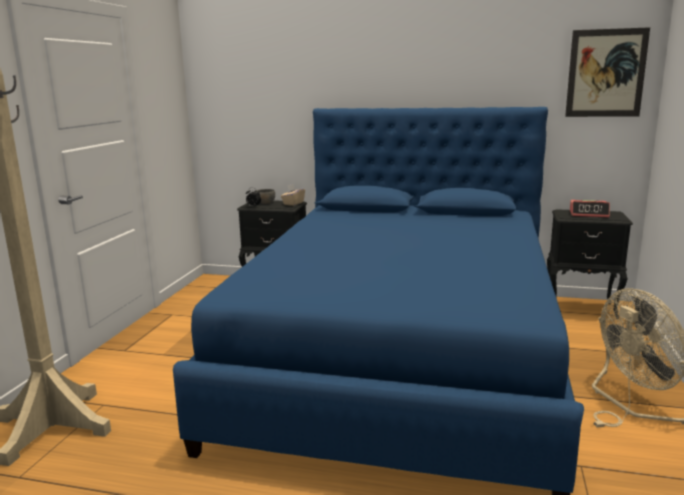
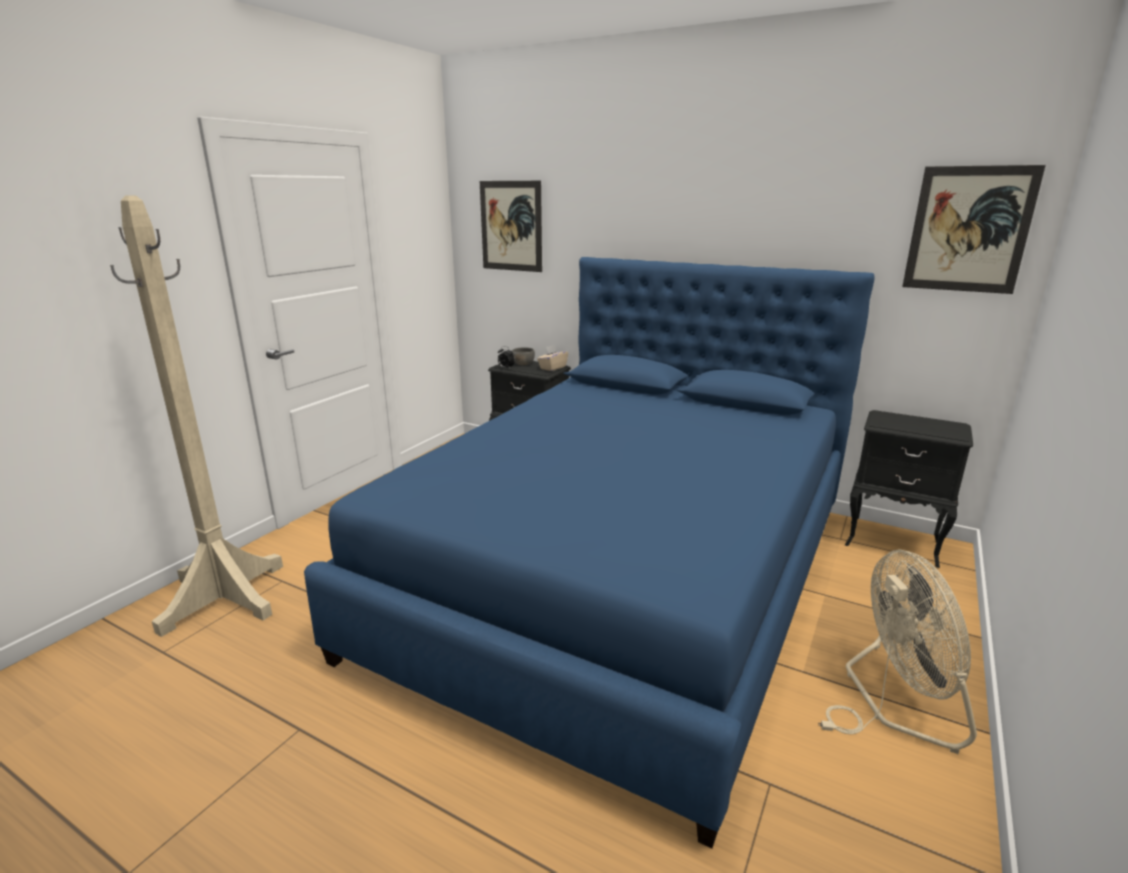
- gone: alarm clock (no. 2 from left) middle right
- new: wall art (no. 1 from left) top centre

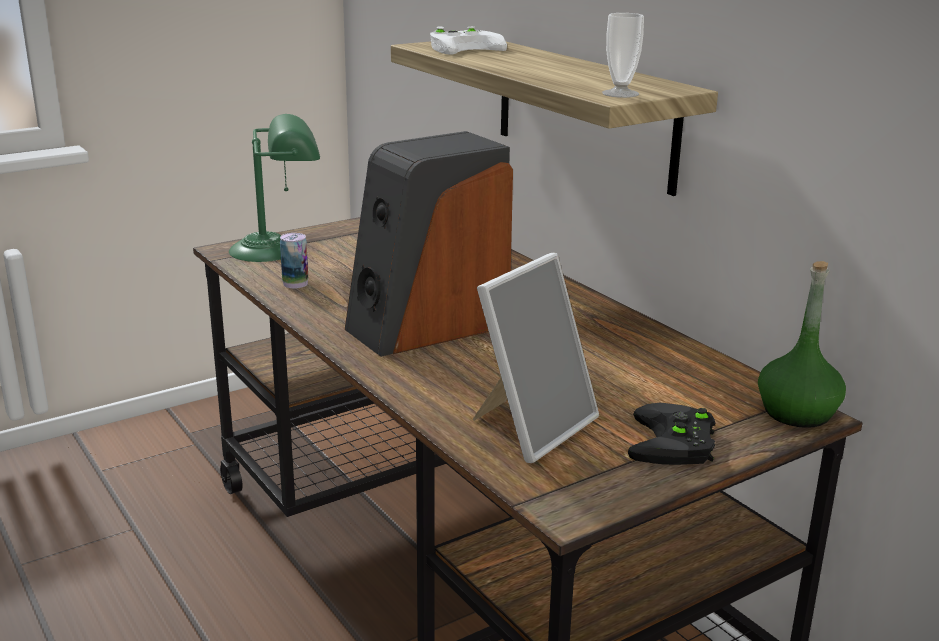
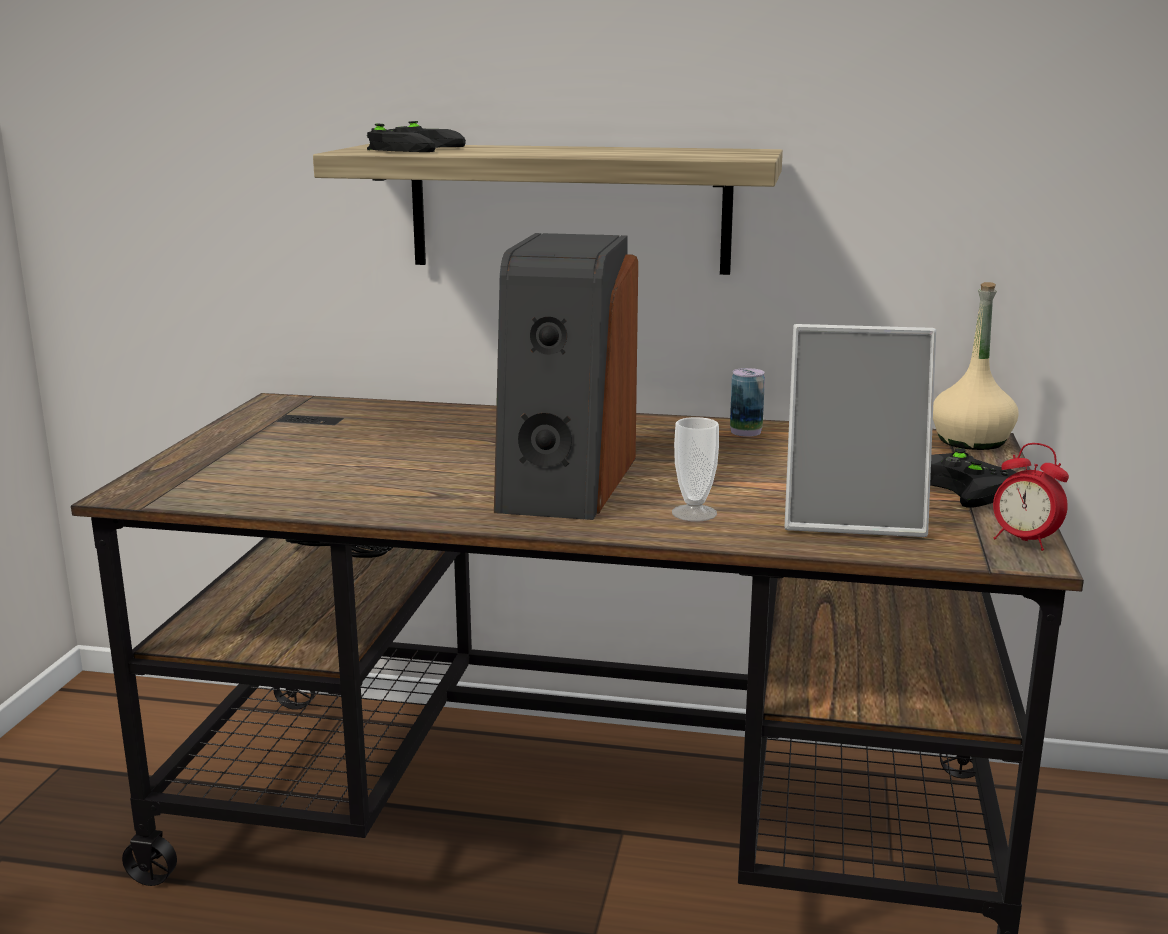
- gone: lamp for a table/green-coloured top left
- shifted: sealed can middle left to centre
- repainted: game controller/whitish top centre to game controller/black (no. 1 from left) top centre
- rotated: photo frame centre = middle right 105 degrees clockwise
- shifted: cup top centre to centre
- repainted: bottle/green-coloured middle right to bottle/beige-coloured middle right
- new: alarm clock middle right

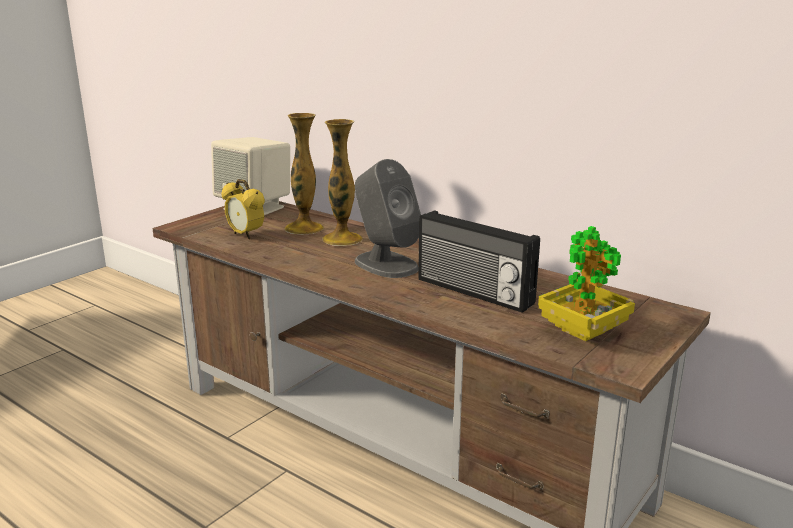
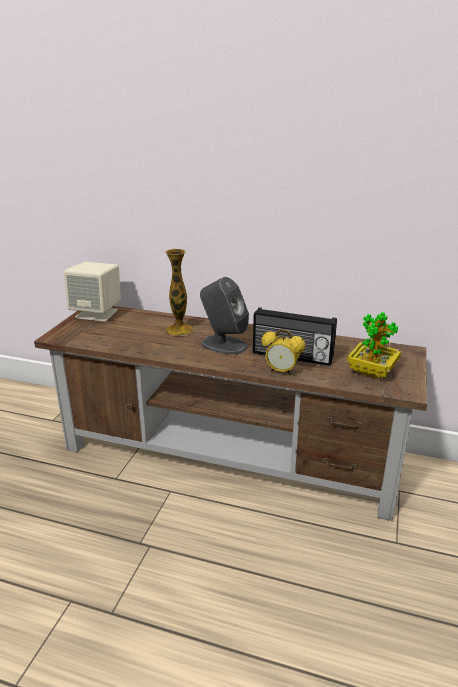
- shifted: alarm clock middle left to centre
- gone: flower vase (no. 1 from left) top centre

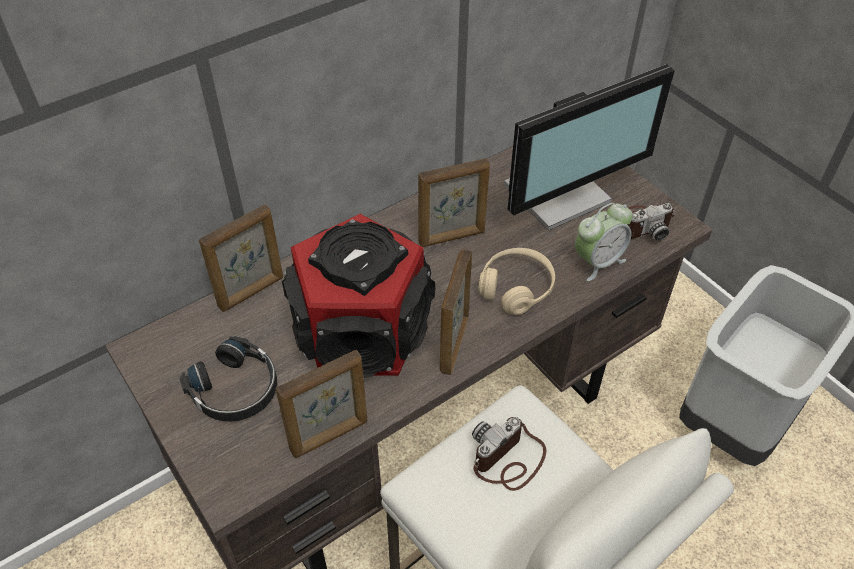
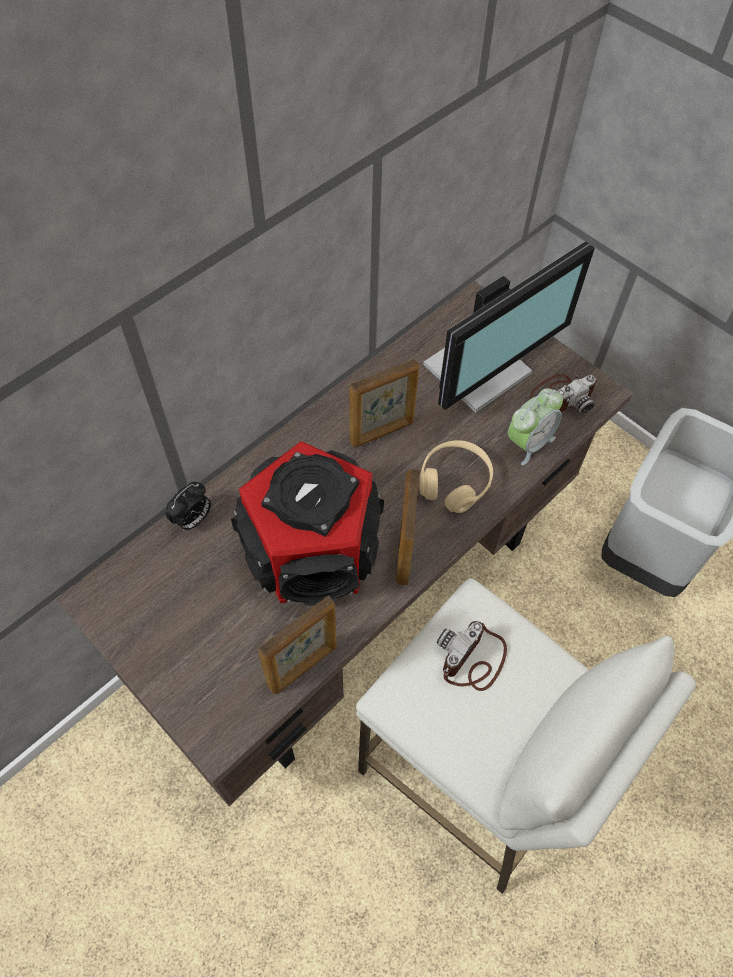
- gone: pair of headphones/black middle left
- swapped: photo frame (no. 1 from left) middle left to alarm clock (no. 1 from left) middle left

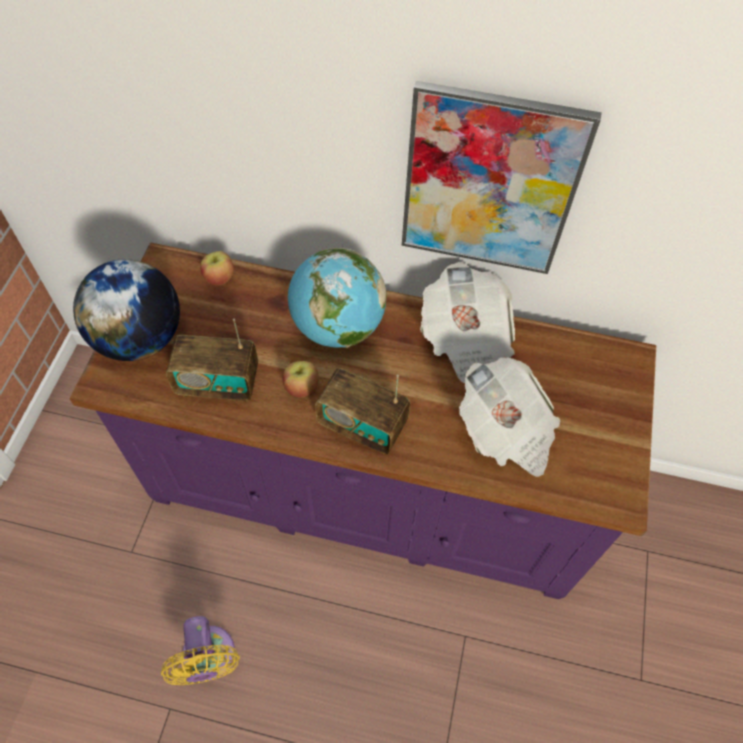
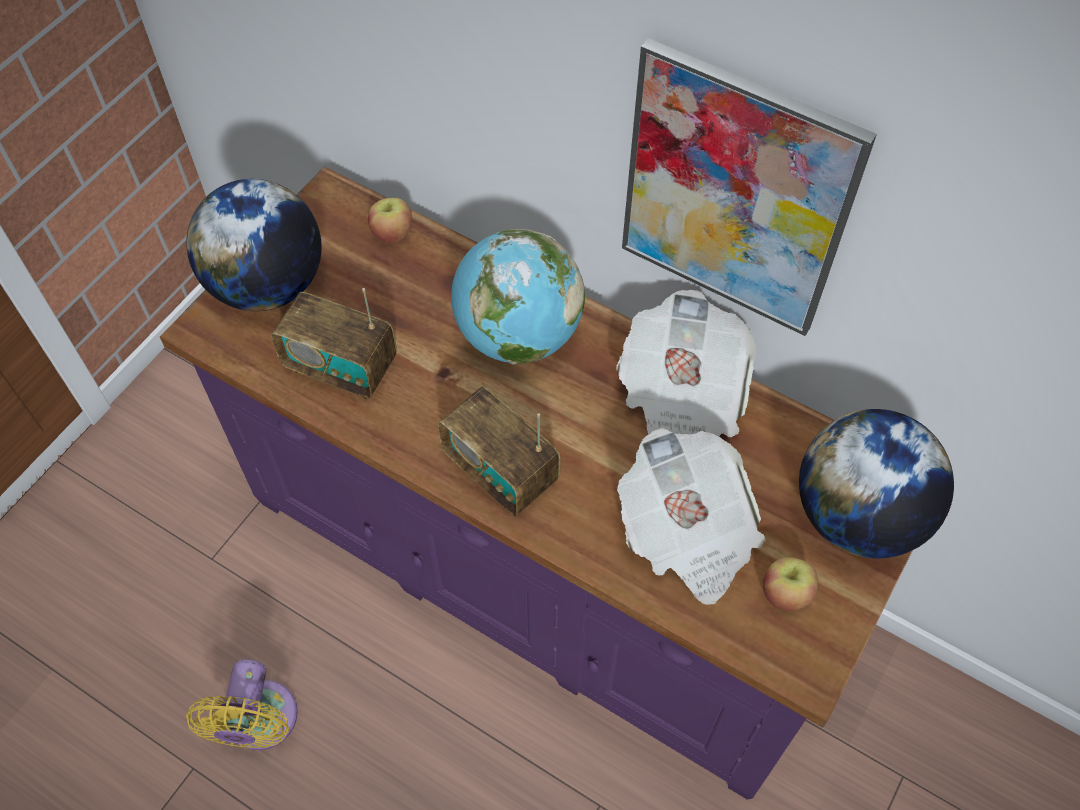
- shifted: apple (no. 2 from left) centre to bottom right
- new: globe (no. 3 from left) middle right

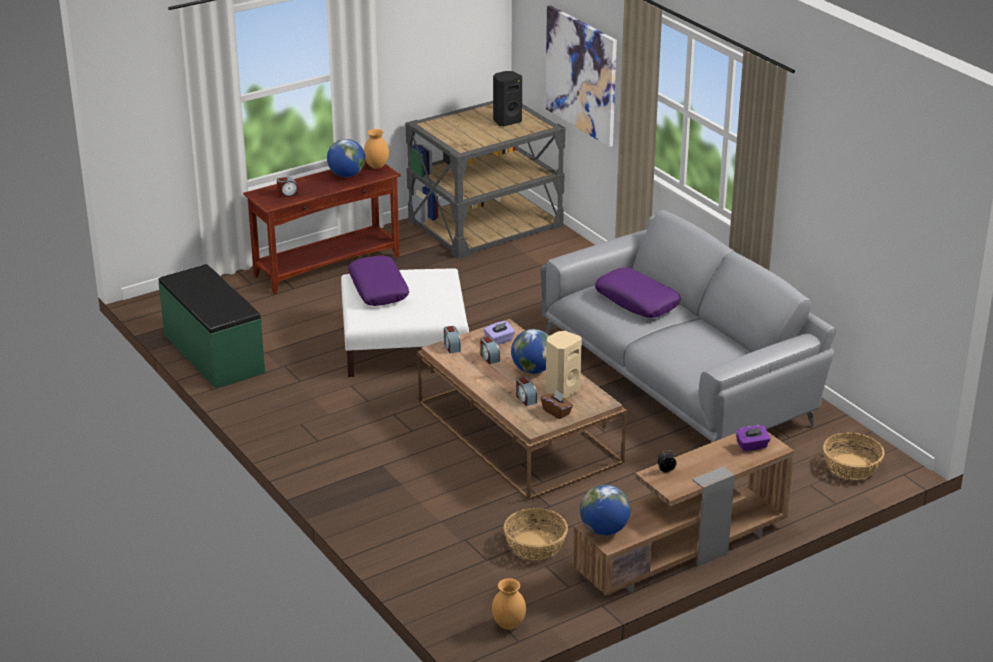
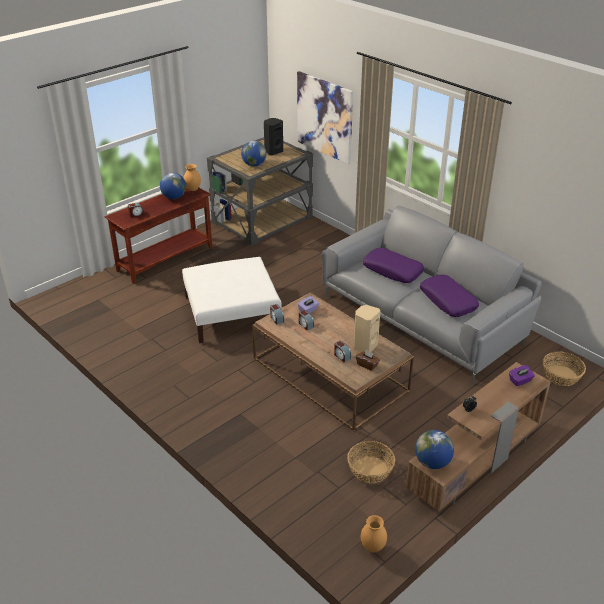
- gone: indoor bench/green-coloured middle left
- shifted: cushion/purple-coloured (no. 1 from left in the first image) centre to cushion/purple-coloured (no. 2 from left) middle right
- shifted: globe (no. 2 from left) centre to top centre

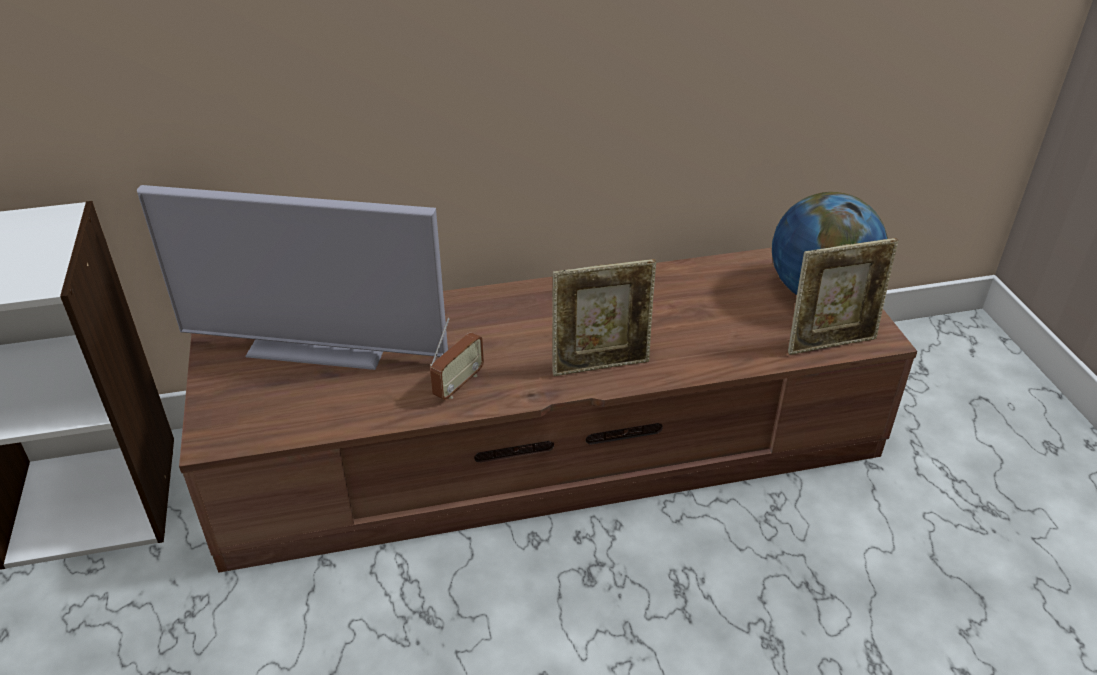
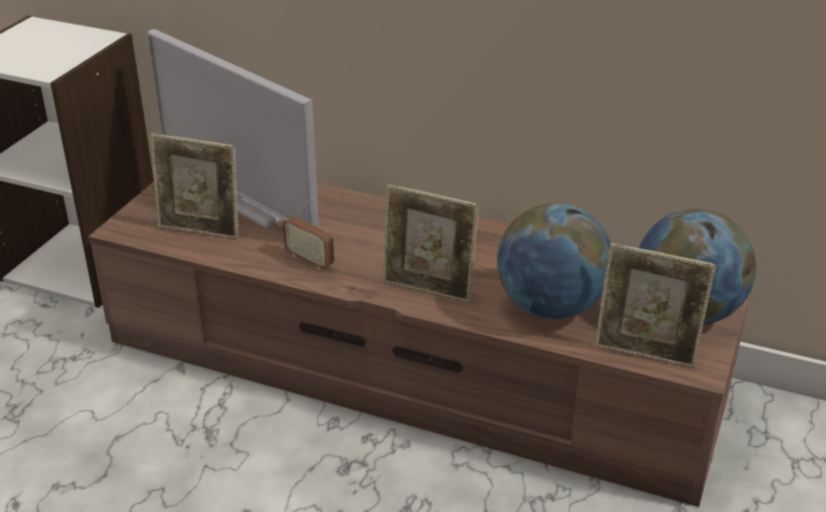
- rotated: radio centre = centre 60 degrees clockwise
- new: photo frame (no. 1 from left) middle left
- new: globe (no. 1 from left) middle right

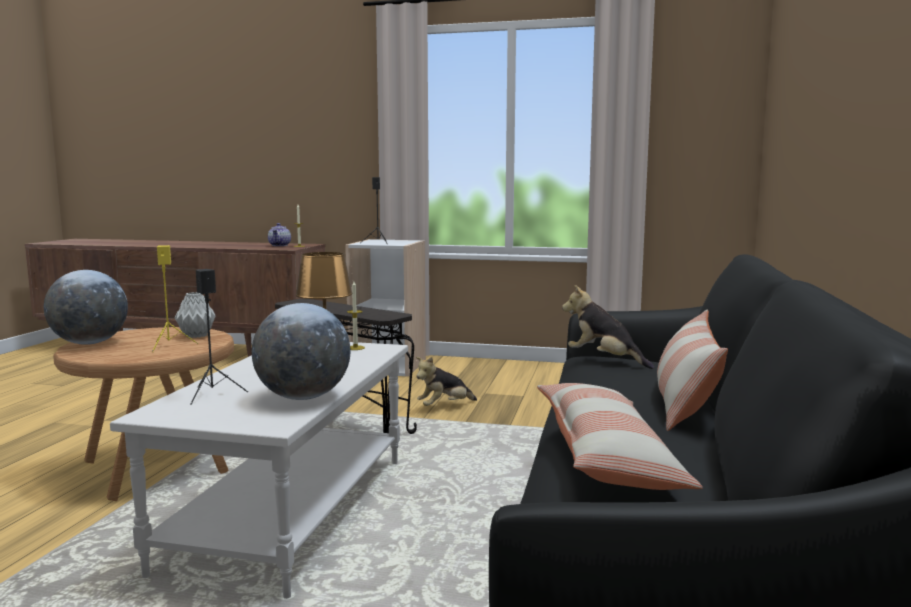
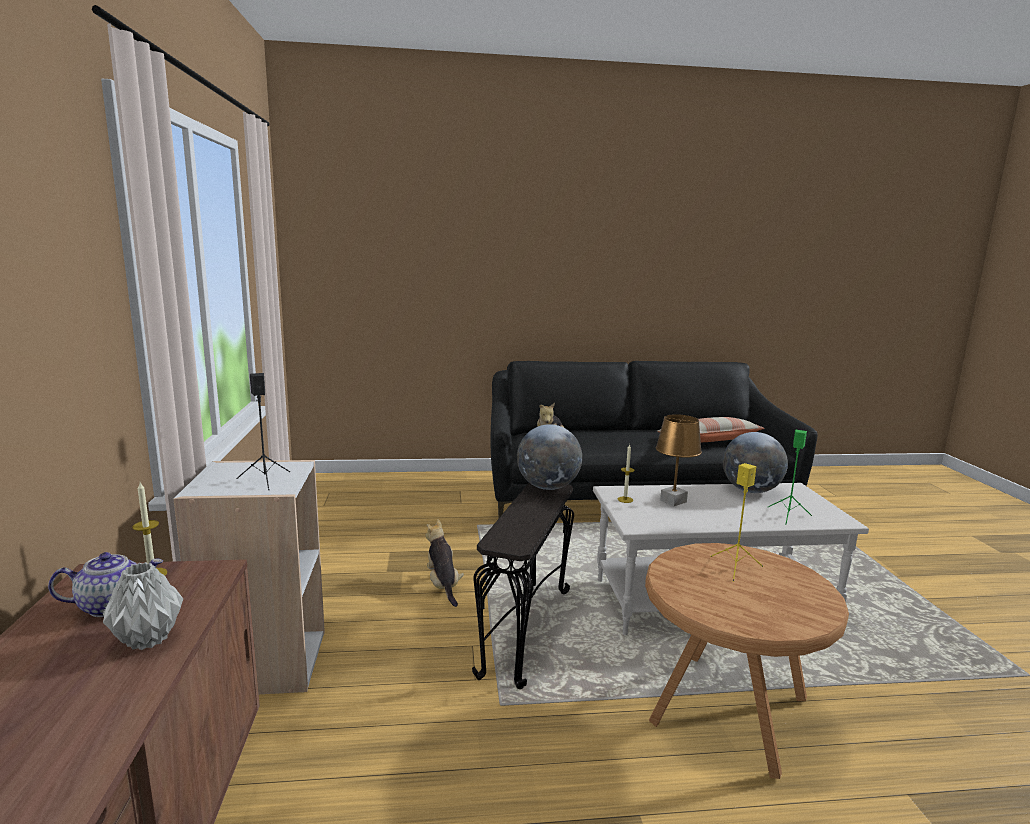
- shifted: globe (no. 1 from left) middle left to centre
- shifted: flower vase/greyish middle left to bottom left
- repainted: speaker/black (no. 1 from left) middle left to speaker/green-coloured middle right
- rotated: cuddly toy (no. 1 from left) centre = bottom centre 150 degrees counterclockwise
- gone: cushion (no. 2 from left) middle right

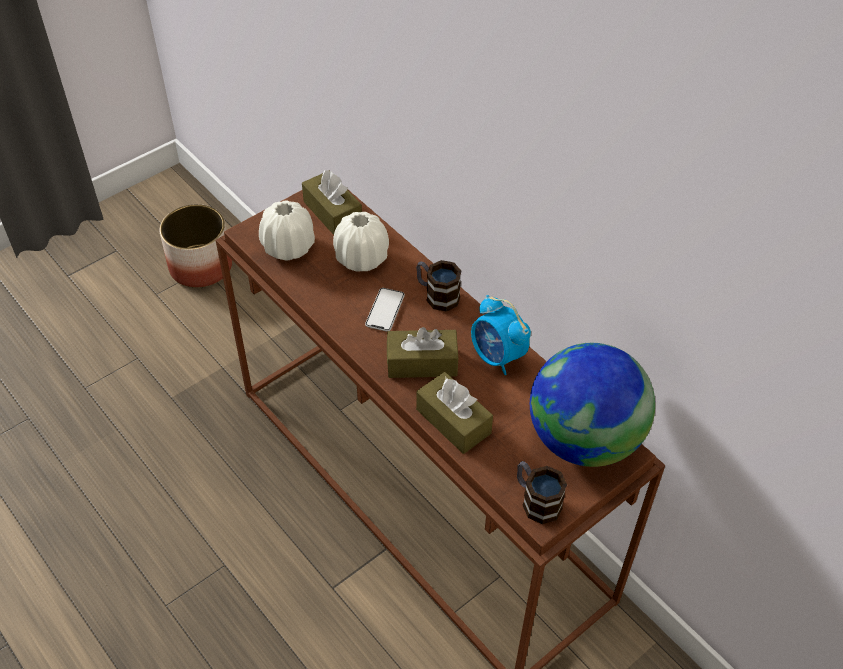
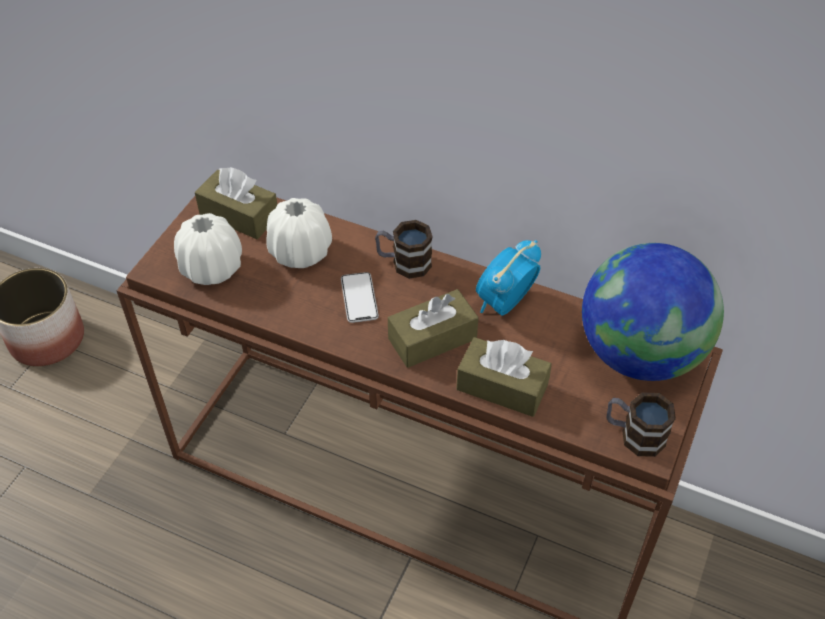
- rotated: alarm clock centre = centre 105 degrees clockwise

